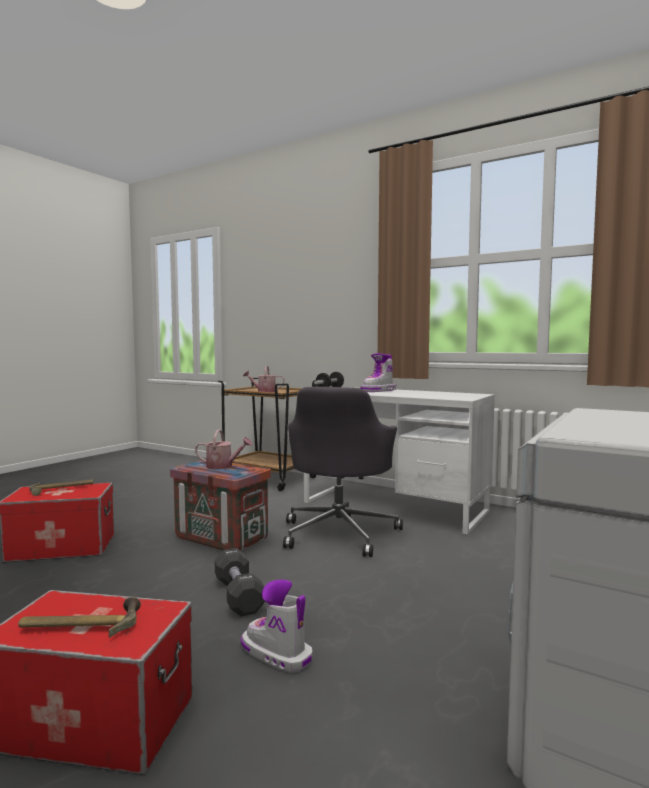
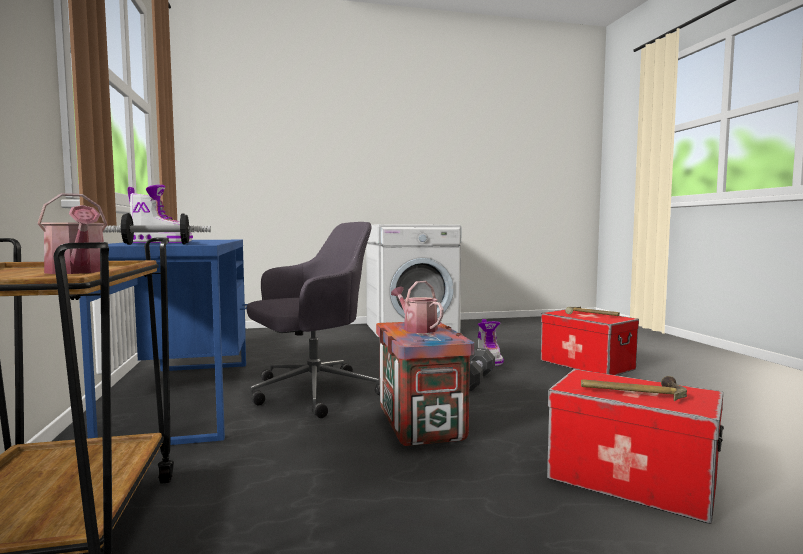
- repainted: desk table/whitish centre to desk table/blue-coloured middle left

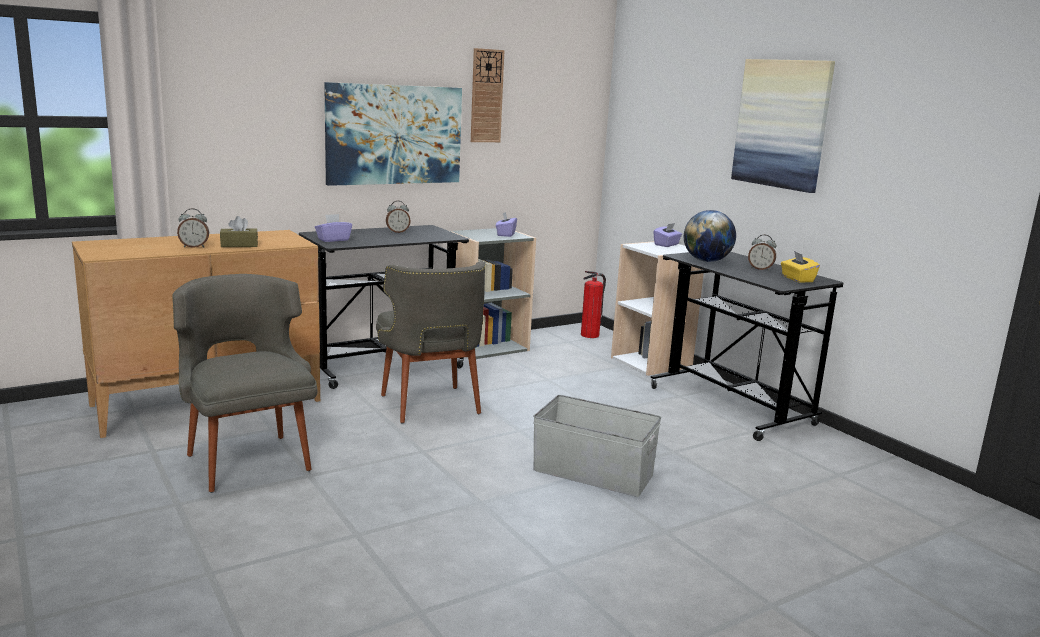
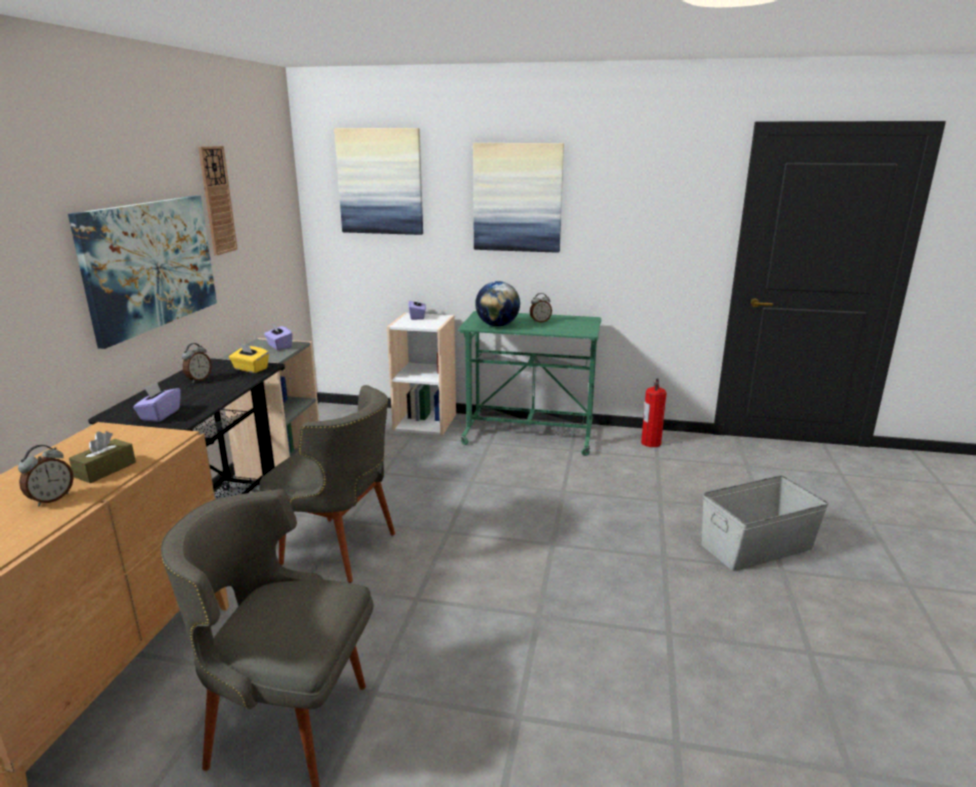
- shifted: storage bin/greyish bottom centre to middle right
- shifted: extinguisher centre to middle right
- repainted: desk table/black (no. 2 from left) middle right to desk table/green-coloured centre
- shifted: tissue holder/yellow-coloured middle right to middle left
- new: wall art (no. 2 from left) top centre

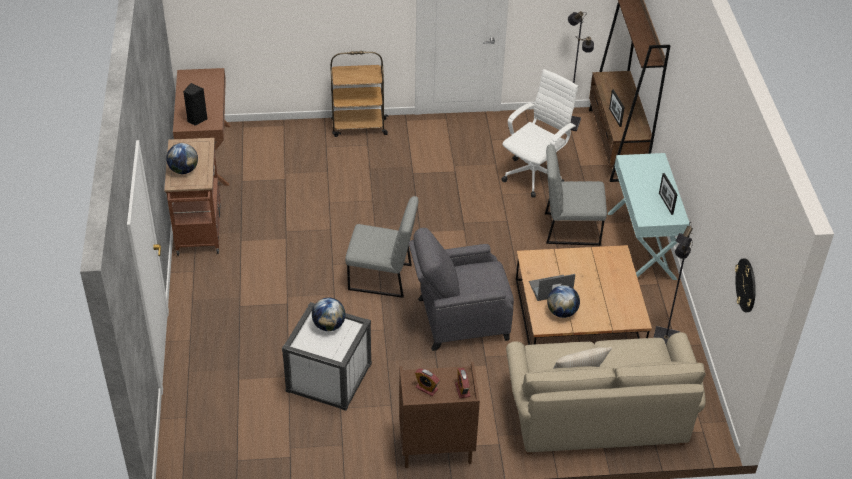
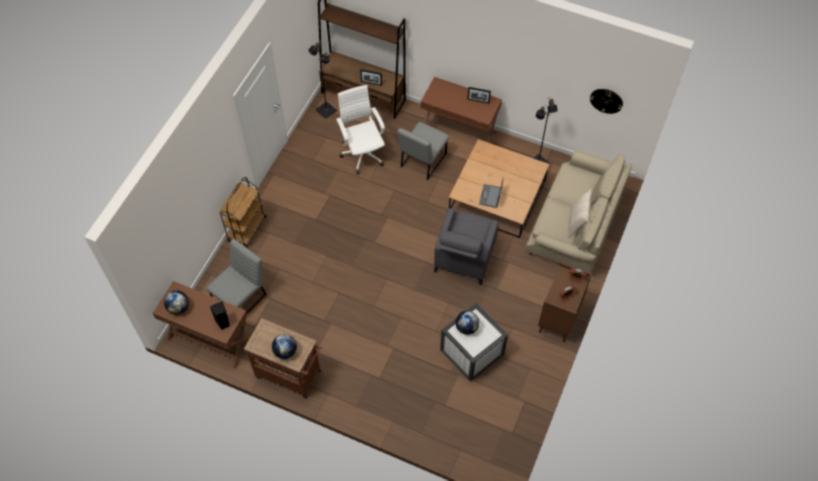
- shifted: plain chair/greyish (no. 1 from left) centre to middle left
- shifted: globe (no. 3 from left in the first image) centre to globe (no. 1 from left) middle left
- repainted: desk table/blue-green middle right to desk table/brown (no. 2 from left) top centre

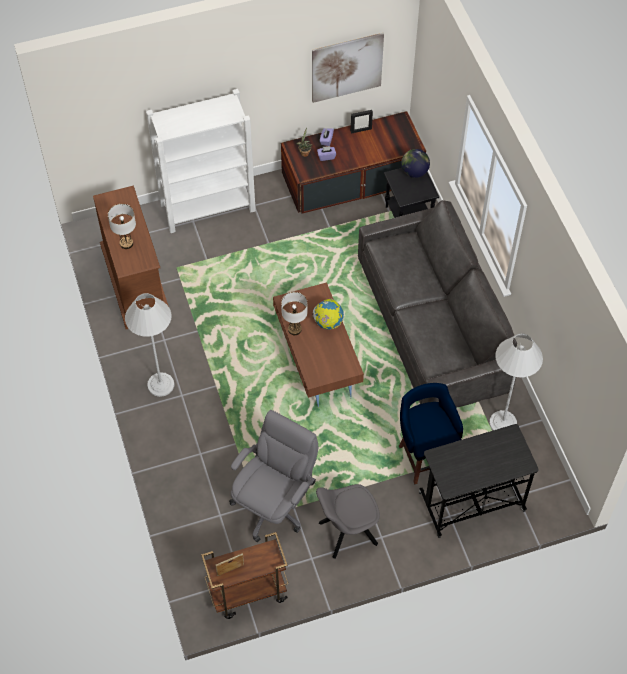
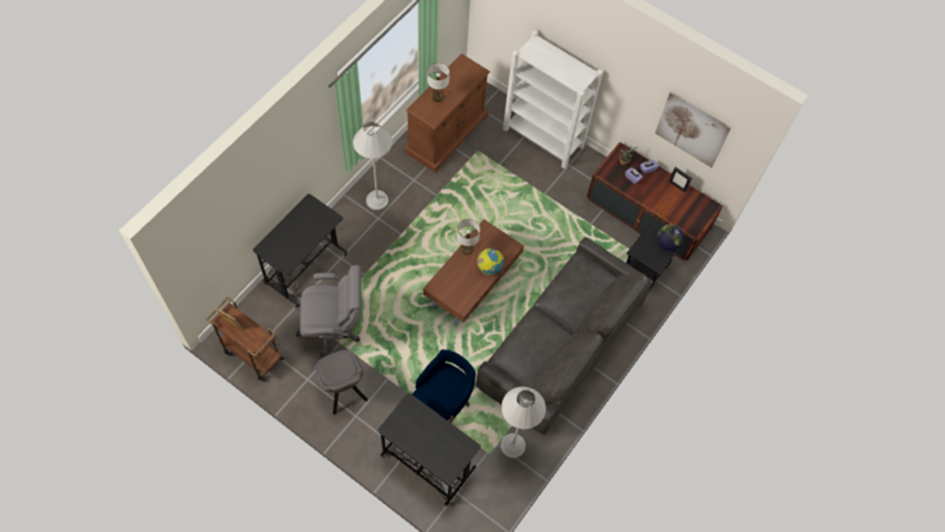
- rotated: plain chair/greyish bottom centre = bottom centre 150 degrees counterclockwise
- new: desk table/black (no. 1 from left) middle left

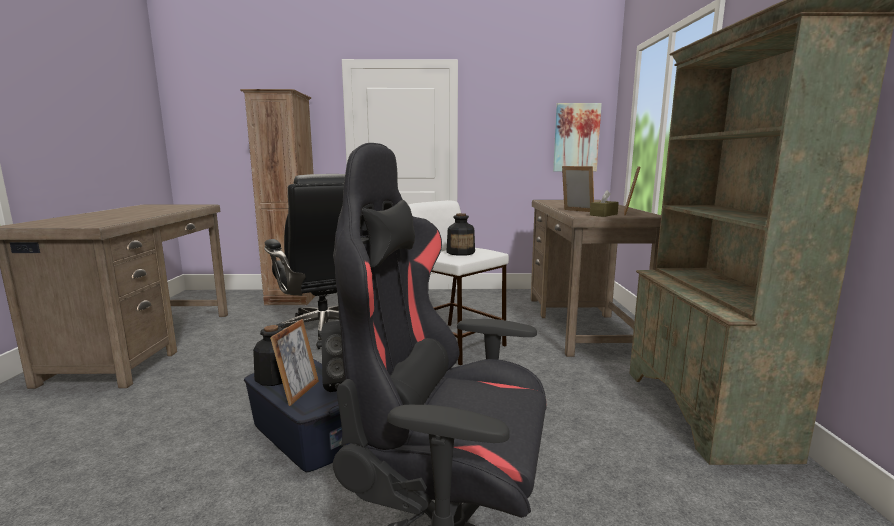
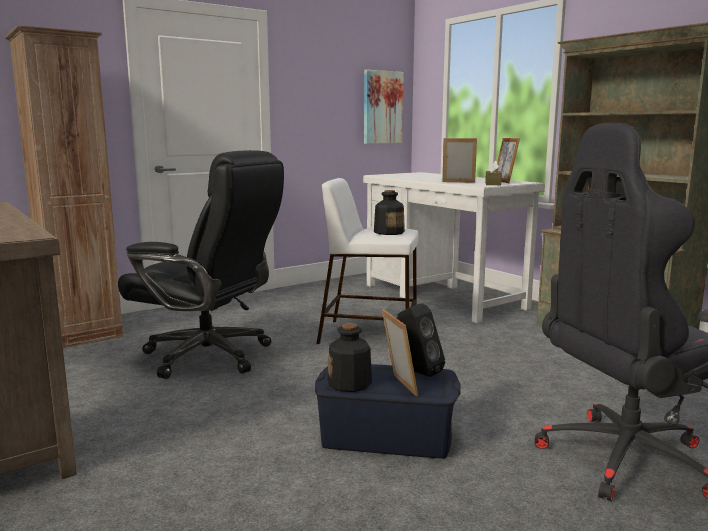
- repainted: desk table/brown (no. 2 from left) middle right to desk table/whitish centre

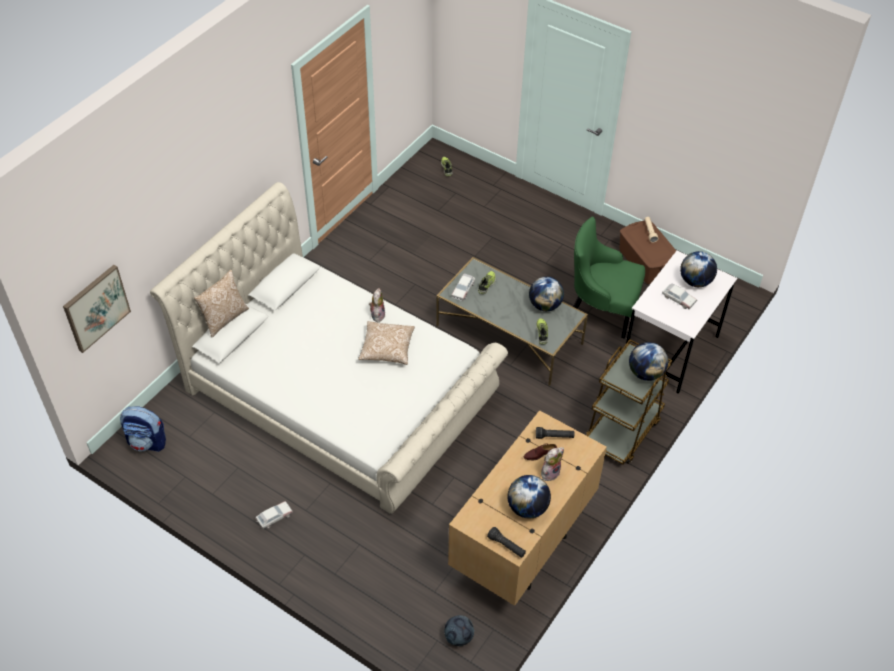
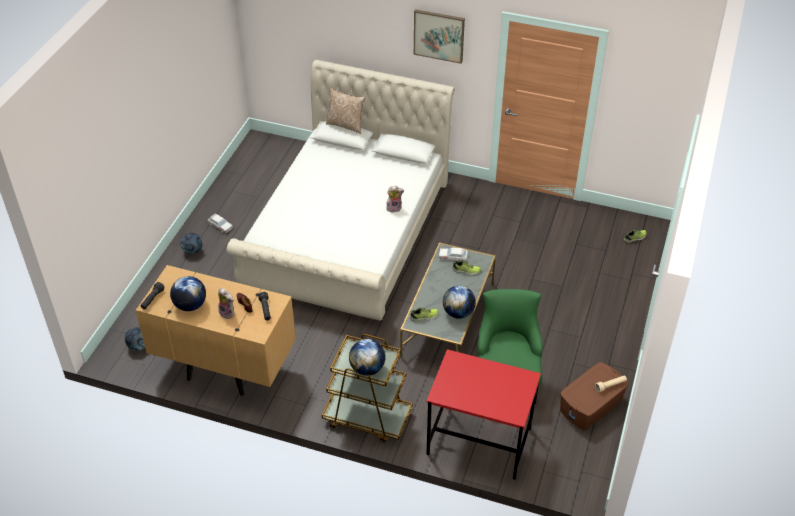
- shifted: wall art middle left to top centre
- gone: knapsack middle left
- gone: cushion (no. 2 from left) centre
- repainted: desk table/whitish middle right to desk table/red-coloured bottom centre
- gone: model car (no. 3 from left) middle right
- gone: globe (no. 4 from left) middle right
- new: ball for football (no. 2 from left) middle left

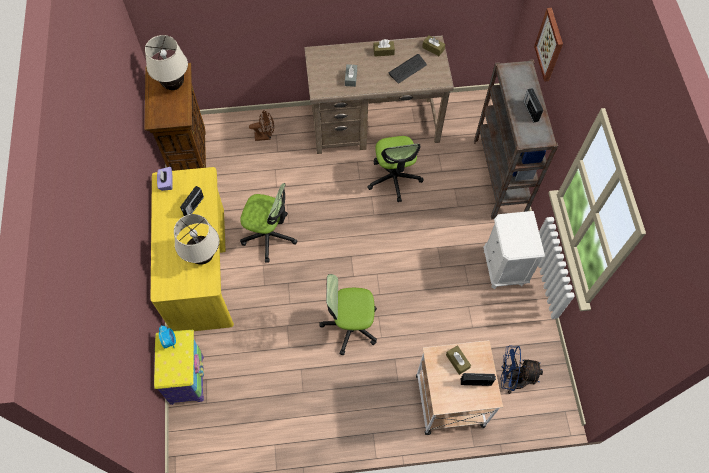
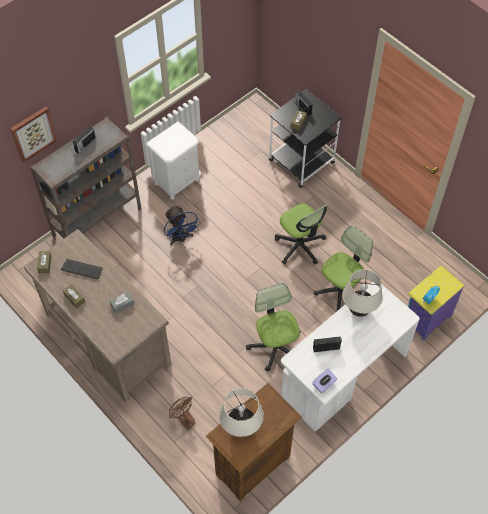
- repainted: desk table/yellow-coloured middle left to desk table/whitish bottom right
- shifted: computer chair (no. 3 from left) centre to middle right
- repainted: trolley/beige-coloured bottom centre to trolley/black top centre
- shifted: cooling fan/blue-coloured bottom right to centre

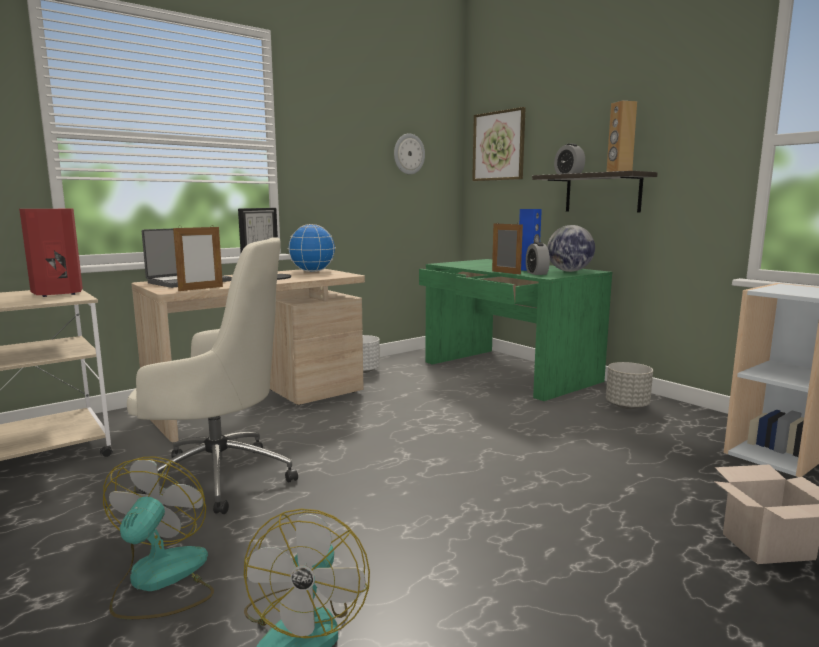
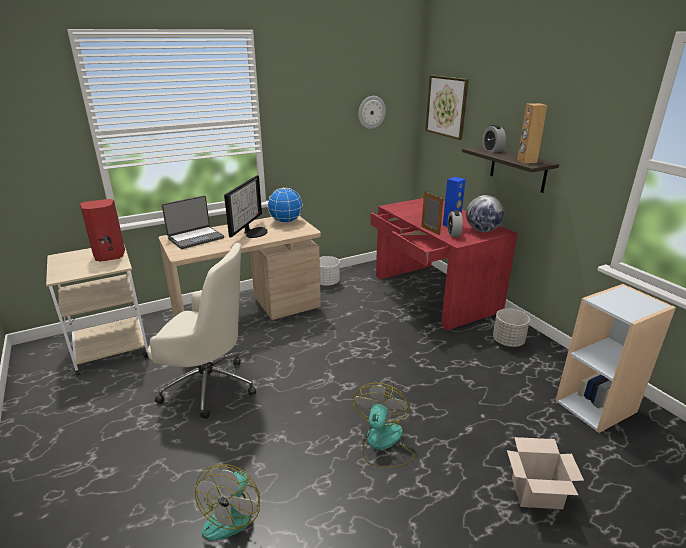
- shifted: cooling fan (no. 1 from left in the first image) bottom left to cooling fan (no. 2 from left) bottom centre
- gone: photo frame (no. 1 from left) middle left
- repainted: desk table/green-coloured centre to desk table/red-coloured centre

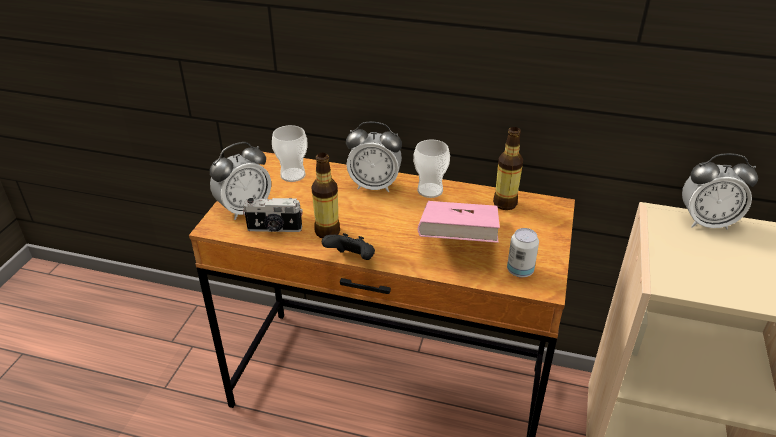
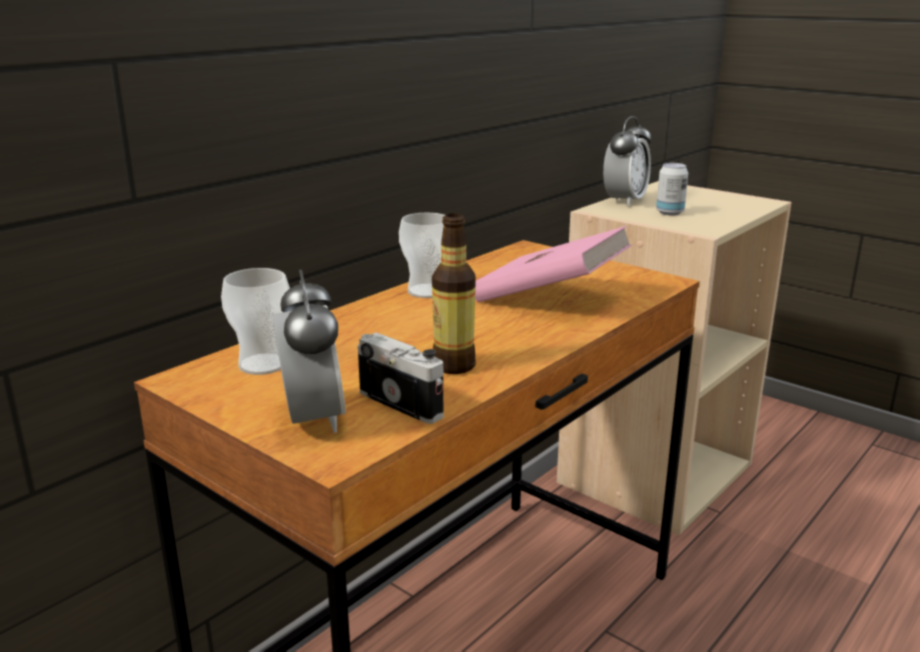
- rotated: photo camera centre = centre 75 degrees counterclockwise
- gone: game controller/black centre
- gone: alarm clock (no. 2 from left) centre
- gone: bottle (no. 2 from left) centre
- shifted: sealed can middle right to top right

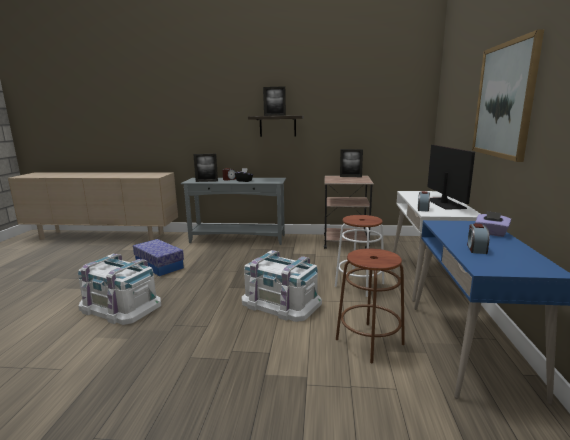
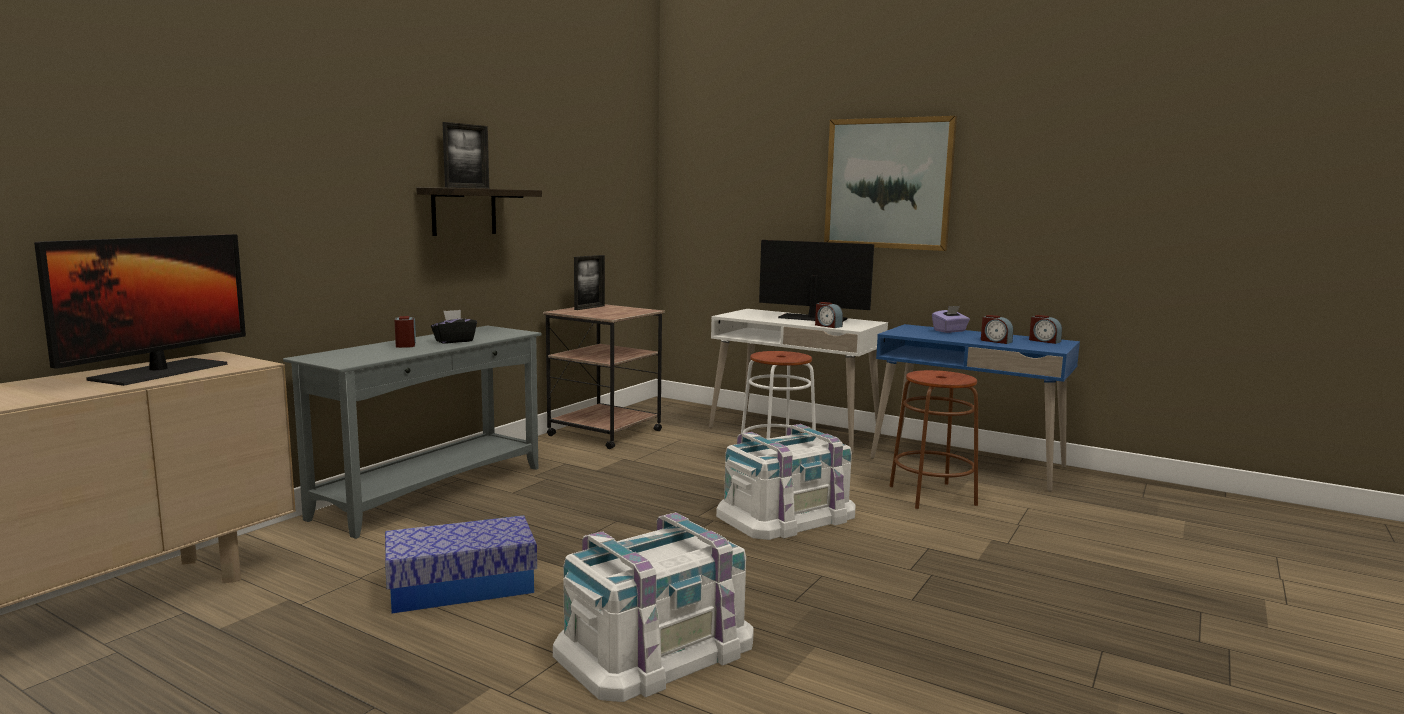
- gone: photo frame (no. 1 from left) centre
- new: computer screen (no. 1 from left) middle left
- new: alarm clock (no. 4 from left) middle right

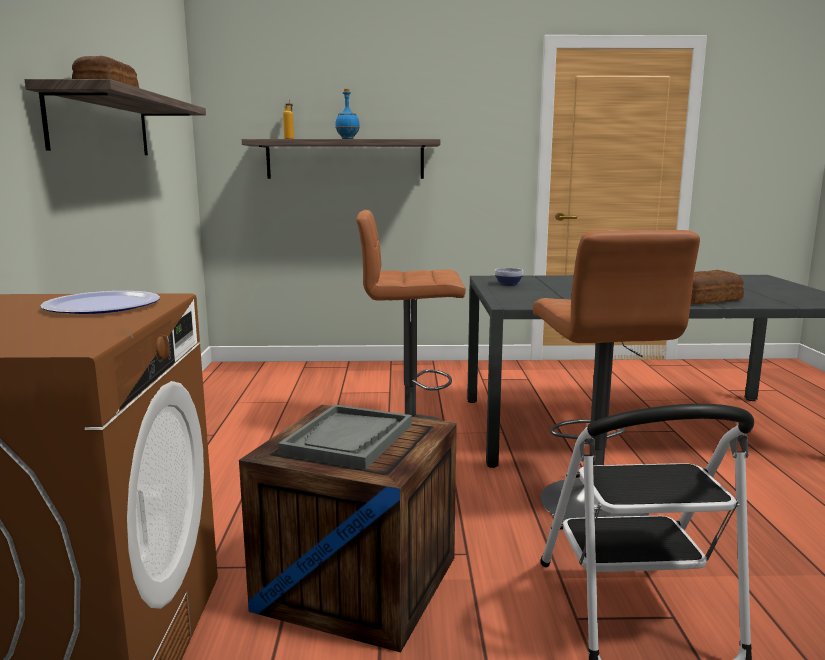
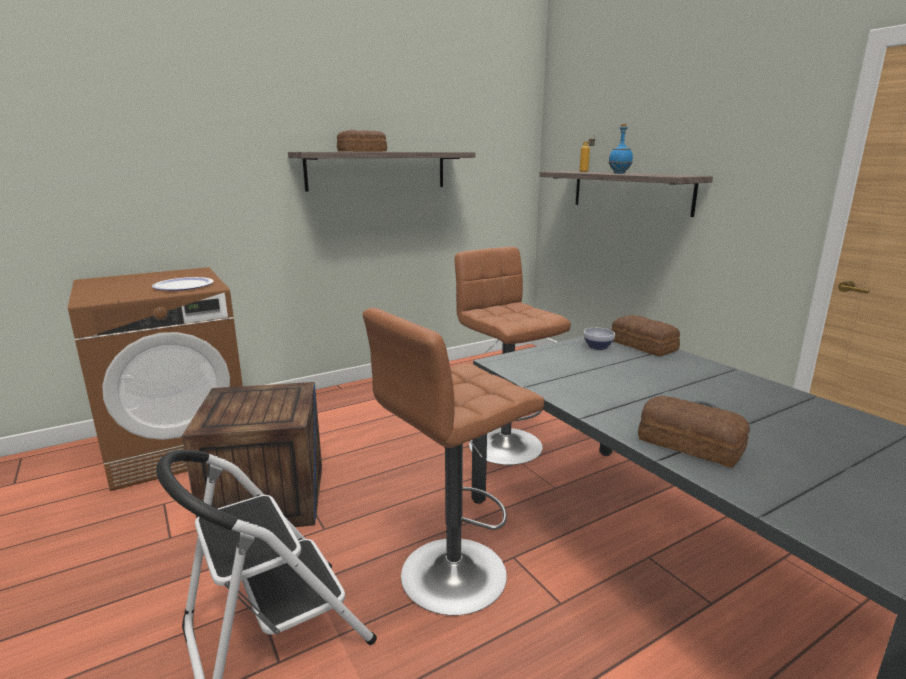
- gone: tray/greyish centre
- new: baked bread (no. 2 from left) middle right

